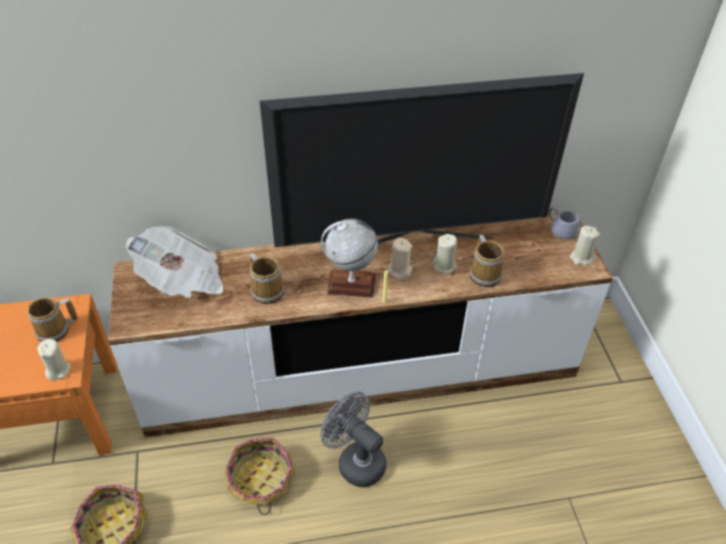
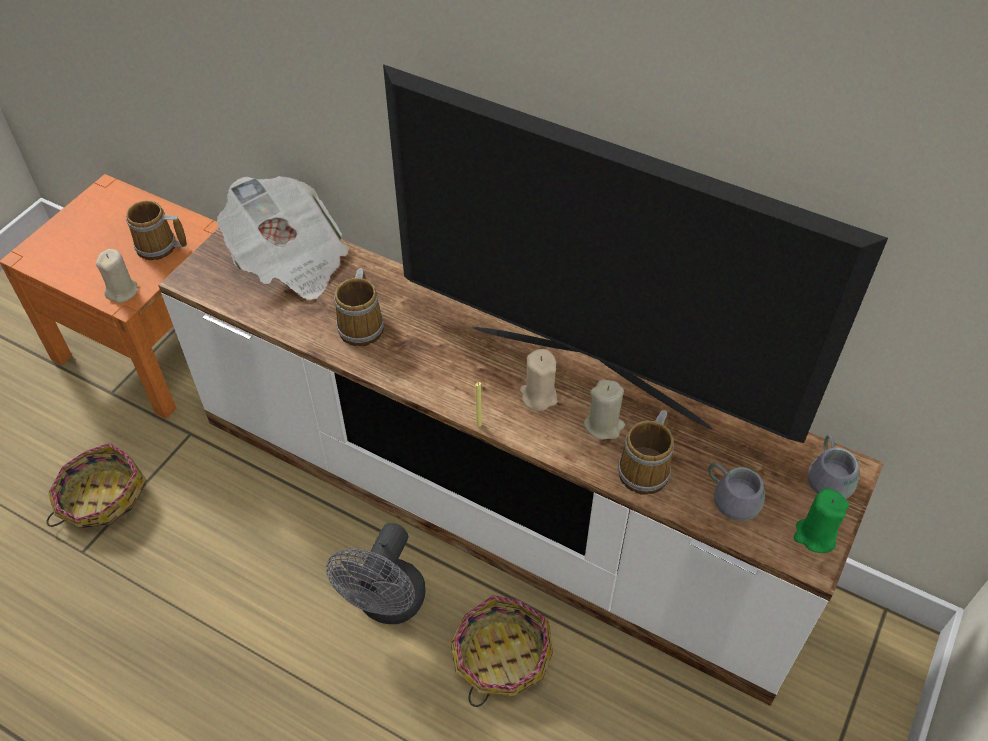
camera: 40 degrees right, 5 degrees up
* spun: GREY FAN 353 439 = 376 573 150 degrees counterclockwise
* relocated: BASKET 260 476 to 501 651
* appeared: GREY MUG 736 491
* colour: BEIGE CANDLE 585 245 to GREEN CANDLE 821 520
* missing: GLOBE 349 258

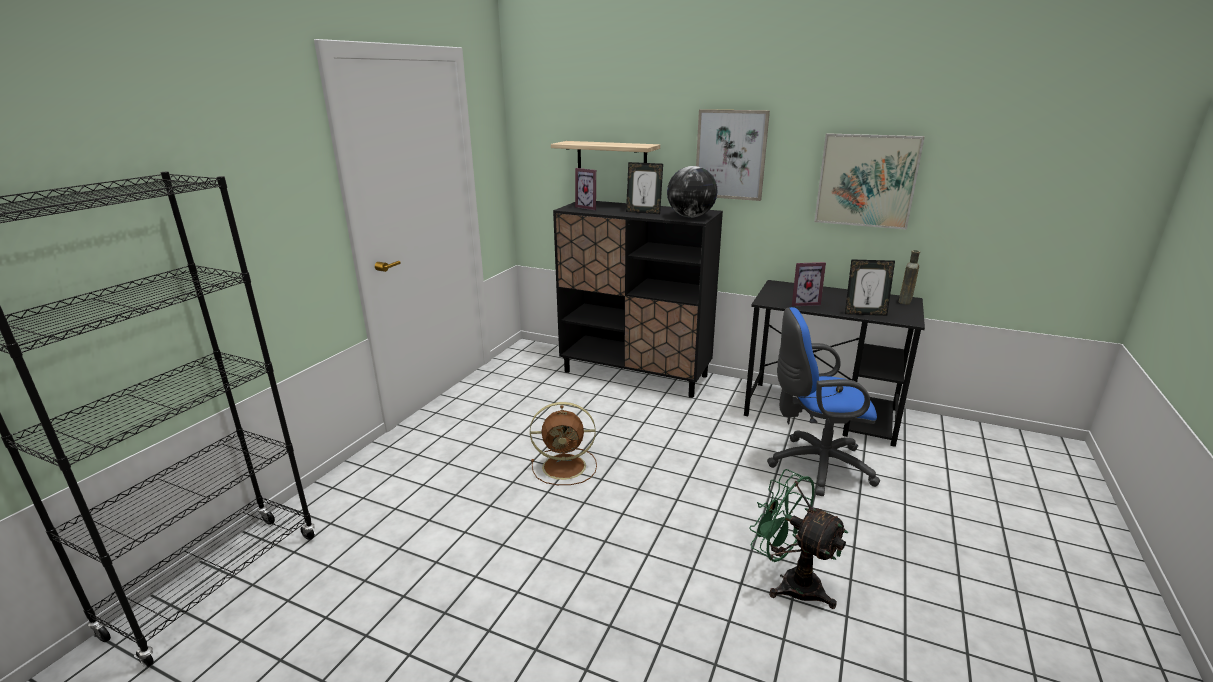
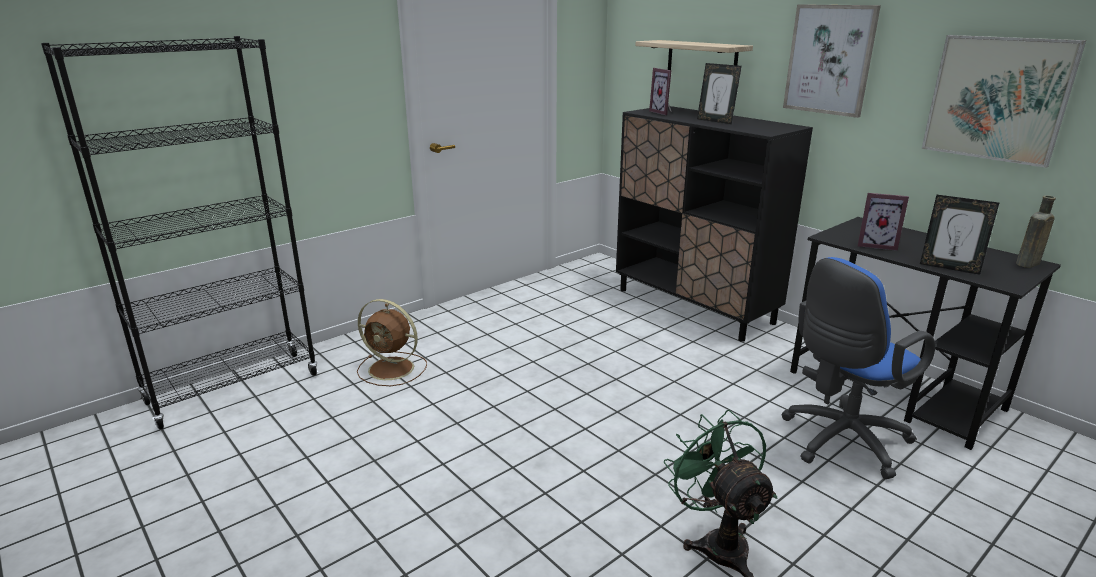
camera: 25 degrees right, 0 degrees up
* relocated: BROWN FAN 563 443 to 392 342
* spun: BLUE OFFICE CHAIR 823 401 = 858 368 60 degrees counterclockwise
* missing: GLOBE 692 192

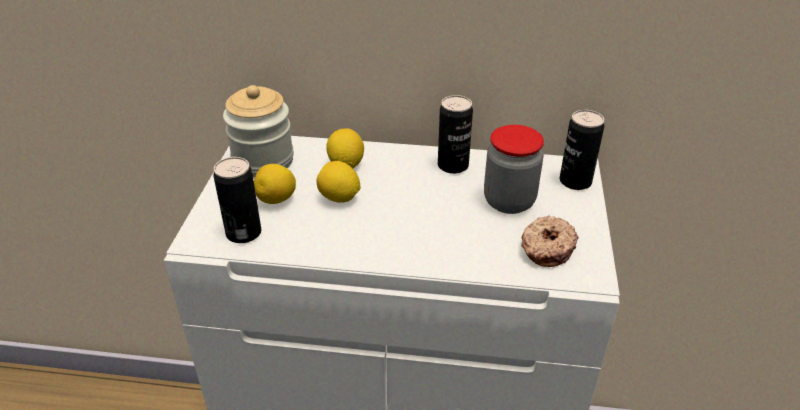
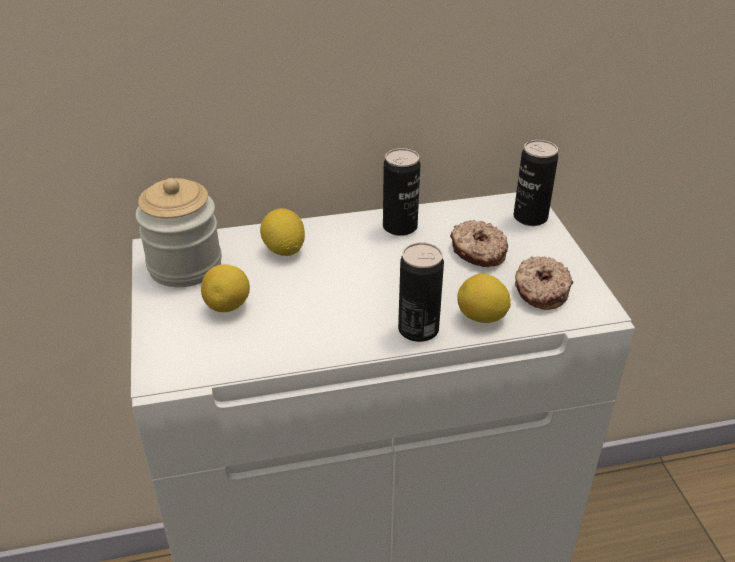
camera: 20 degrees left, 0 degrees up
* relocated: CAN 237 200 to 421 292
* exchanged: JAR 514 169 to DONUT 479 243
* relocated: LEMON 338 182 to 484 298

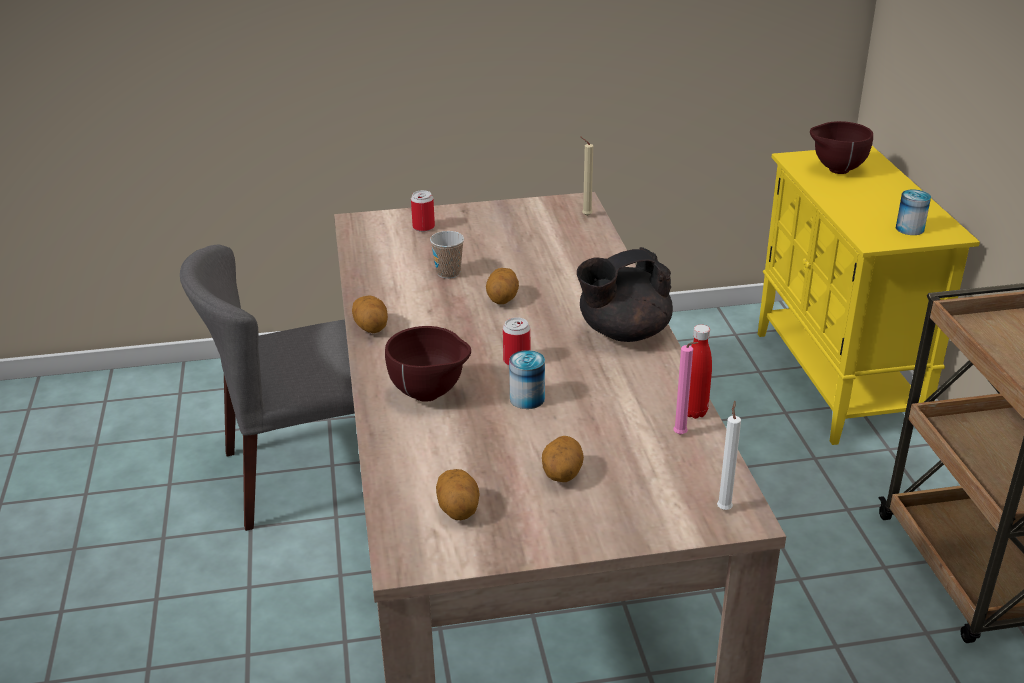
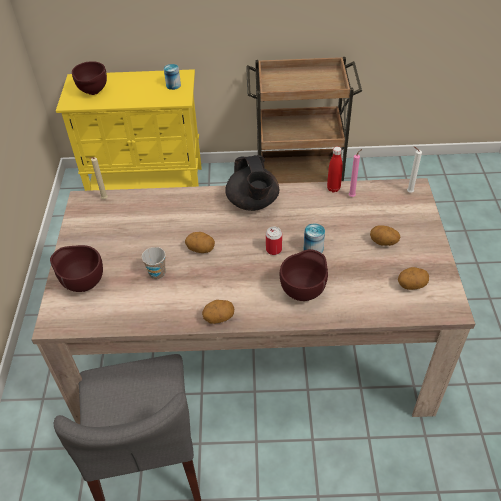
camera: 80 degrees left, 15 degrees up
* exchanged: CAN 423 211 to BROWN BOWL 76 268

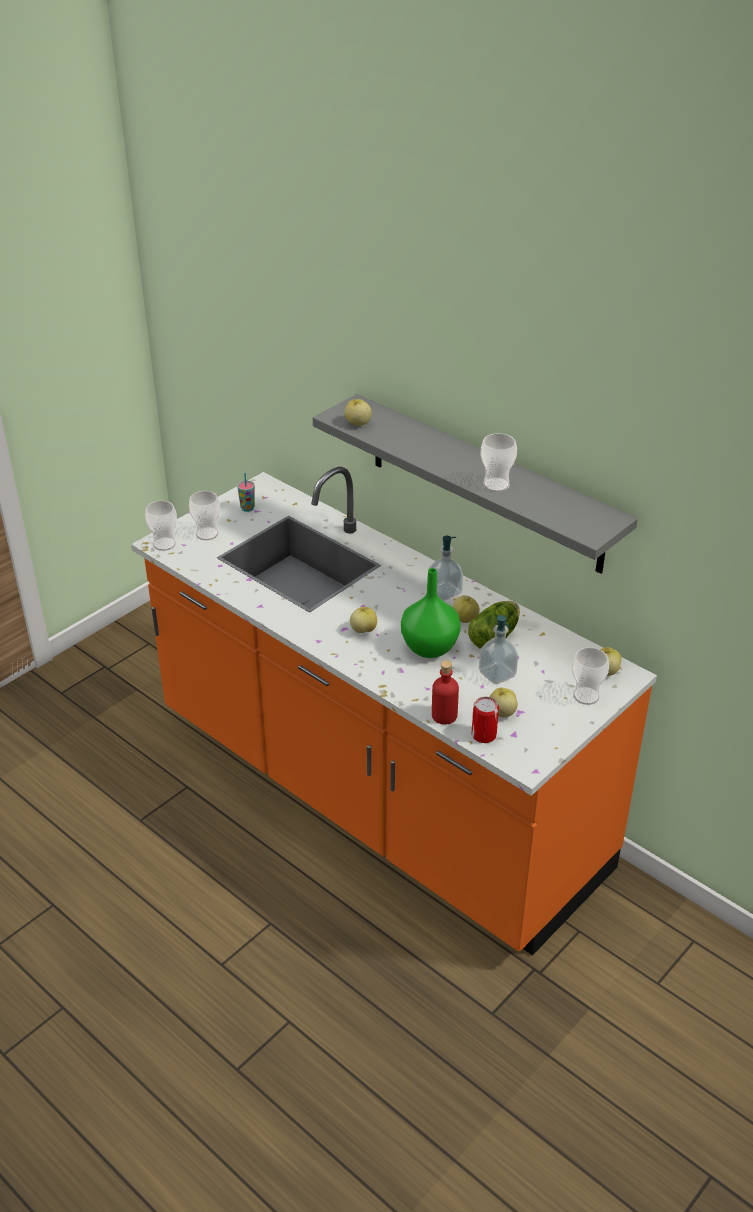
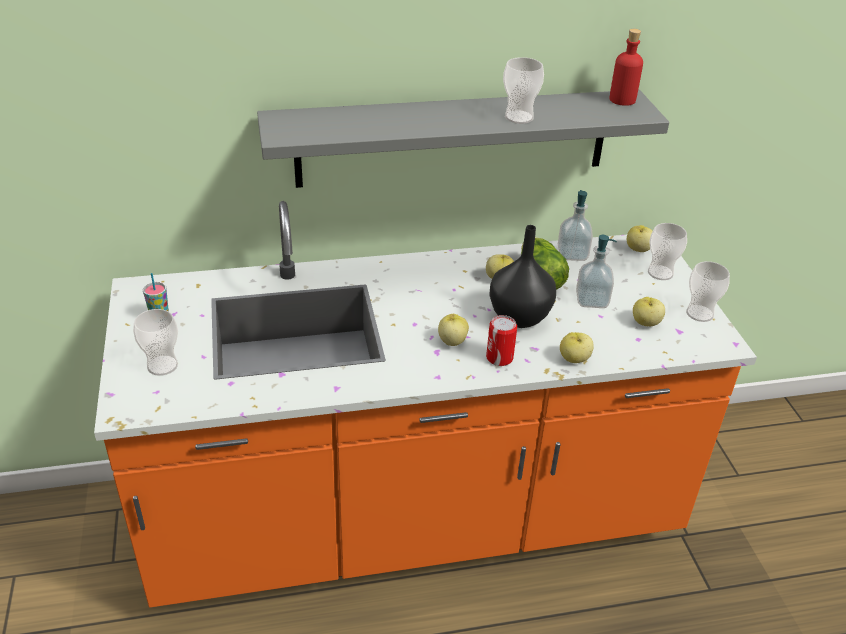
camera: 55 degrees left, 0 degrees up
* relocated: CAN 485 720 to 501 340
* colour: GREEN VASE 431 613 to BLACK VASE 522 276
* relocated: SOAP DISPENSER 445 568 to 575 225
* relocated: APPLE 358 412 to 577 347
* relocated: RED BOTTLE 445 692 to 626 67
* relocated: CUP 161 526 to 708 291

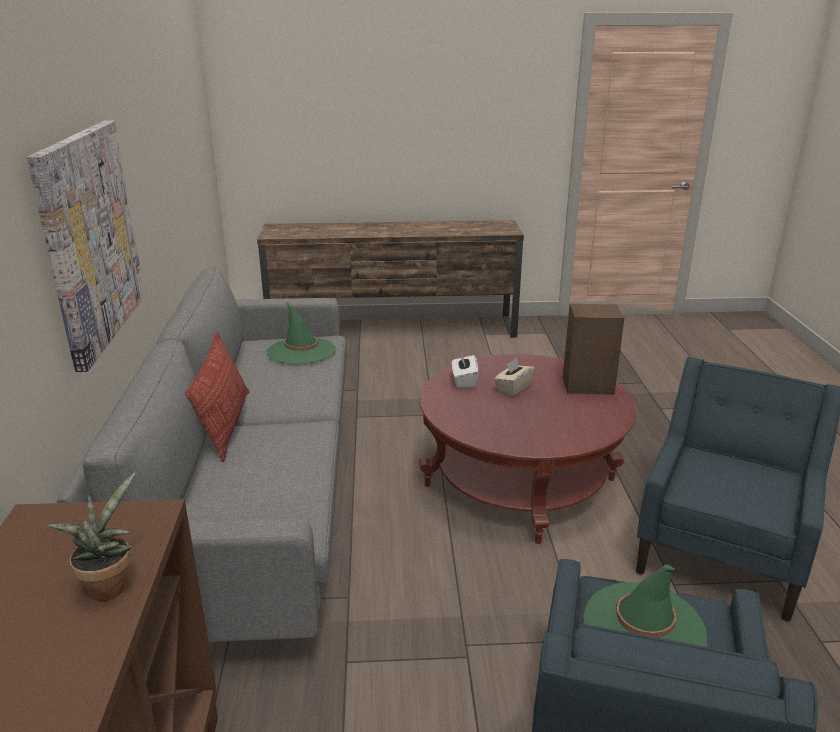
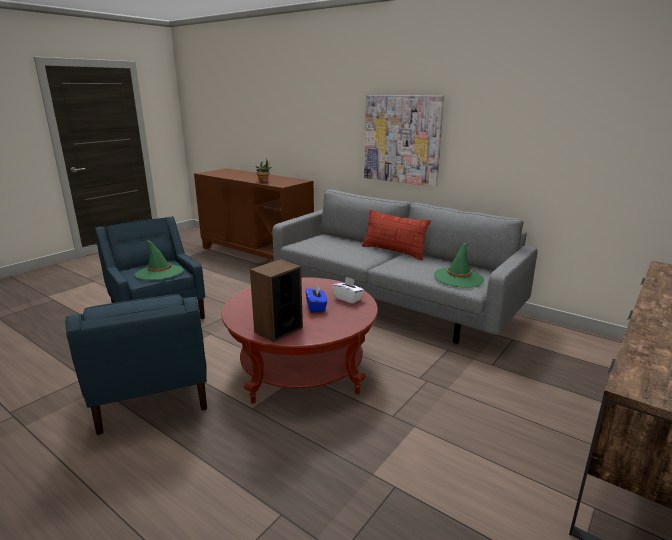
camera: 130 degrees right, 5 degrees down
* colour: BEIGE TISSUE BOX 514 377 to BLUE TISSUE BOX 316 298

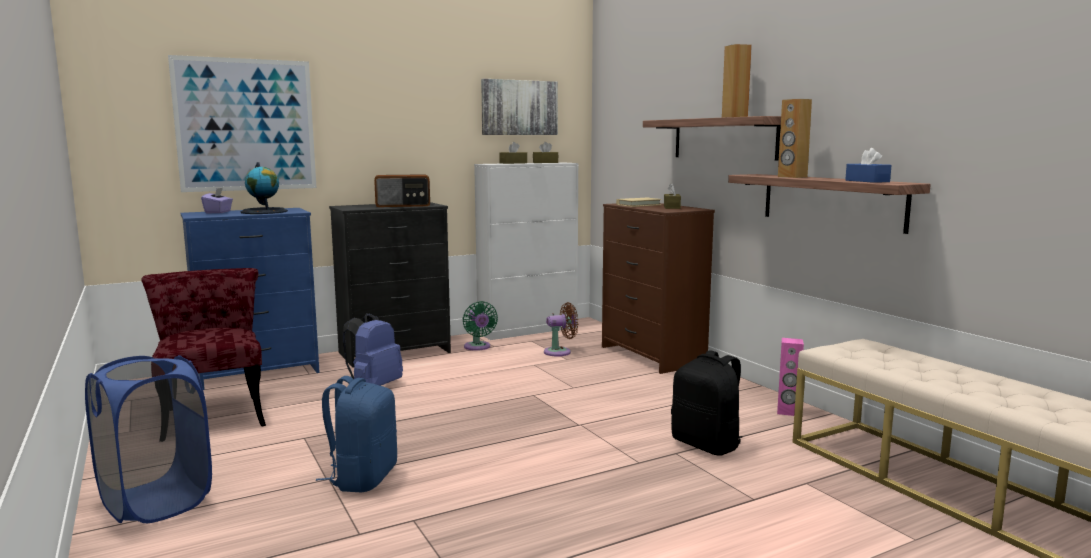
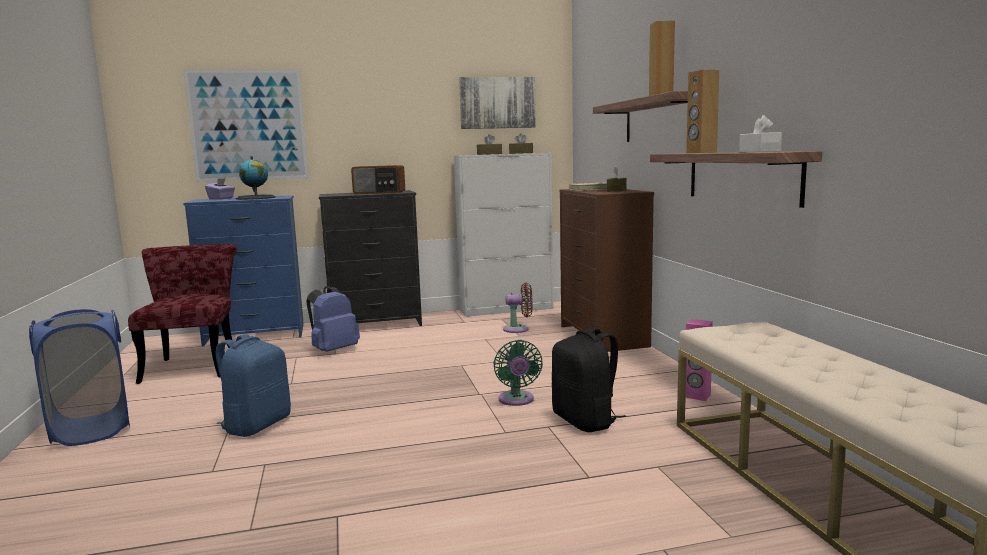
camera: 15 degrees right, 0 degrees up
* relocated: GREEN FAN 480 326 to 518 373
* colour: BLUE TISSUE BOX 868 165 to WHITE TISSUE BOX 760 133

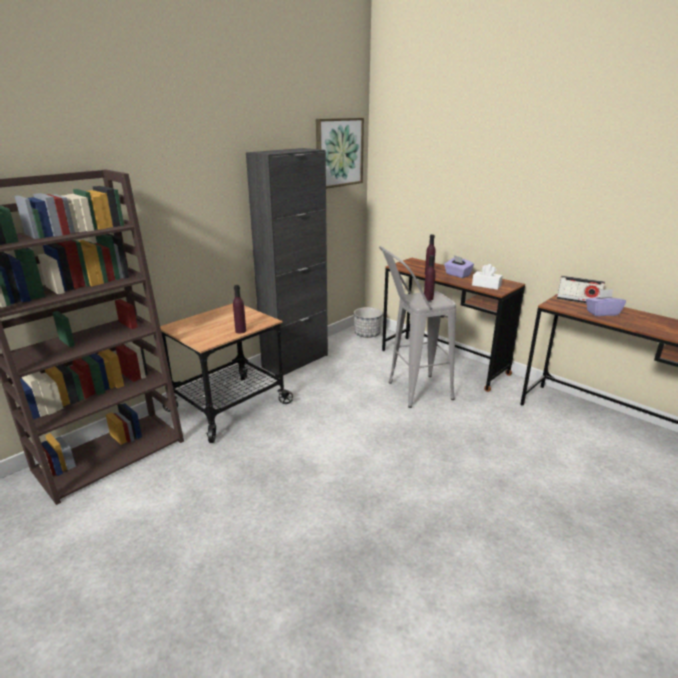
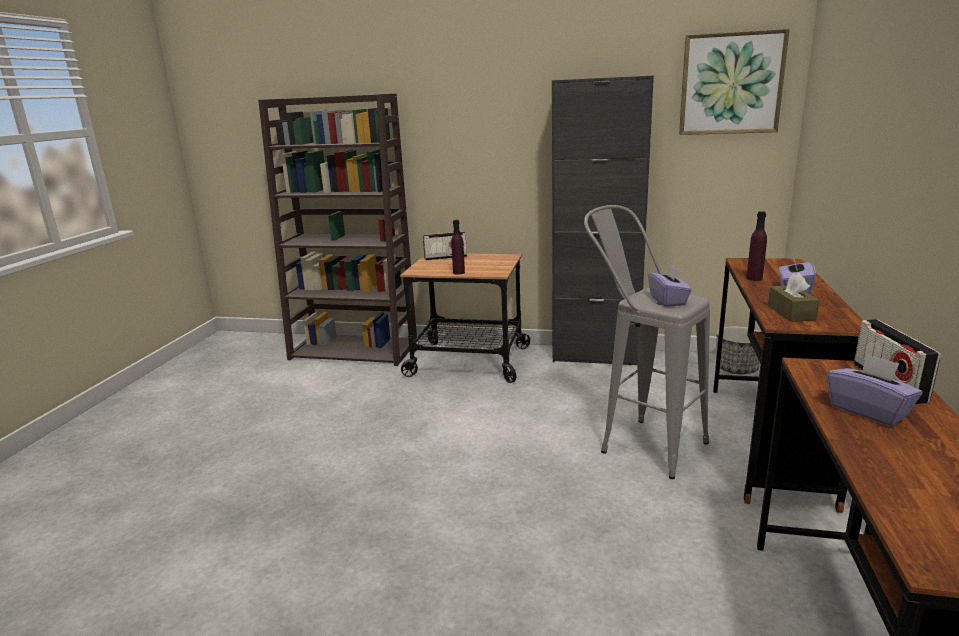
camera: 60 degrees right, 5 degrees down
* appeared: RADIO 445 246
* exchanged: PURPLE BOTTLE 430 277 to PURPLE TISSUE BOX 670 286
* colour: WHITE TISSUE BOX 487 277 to BROWN TISSUE BOX 793 297

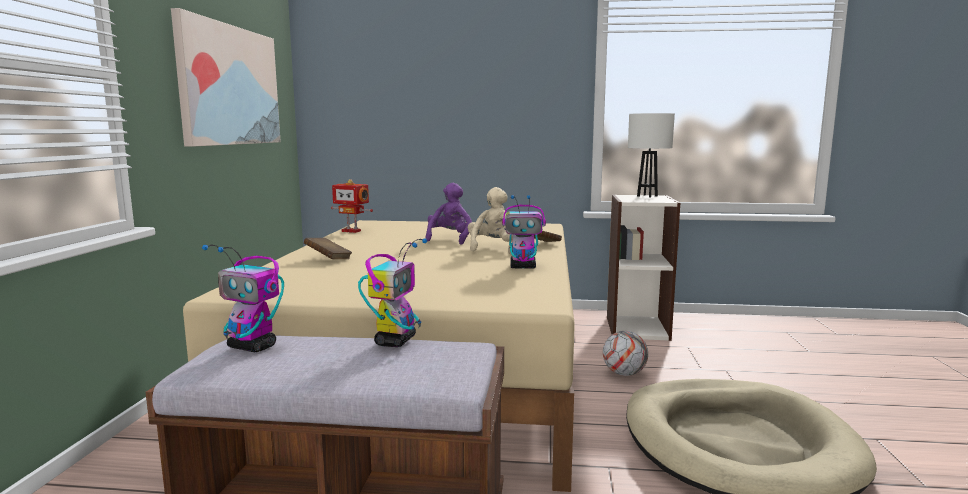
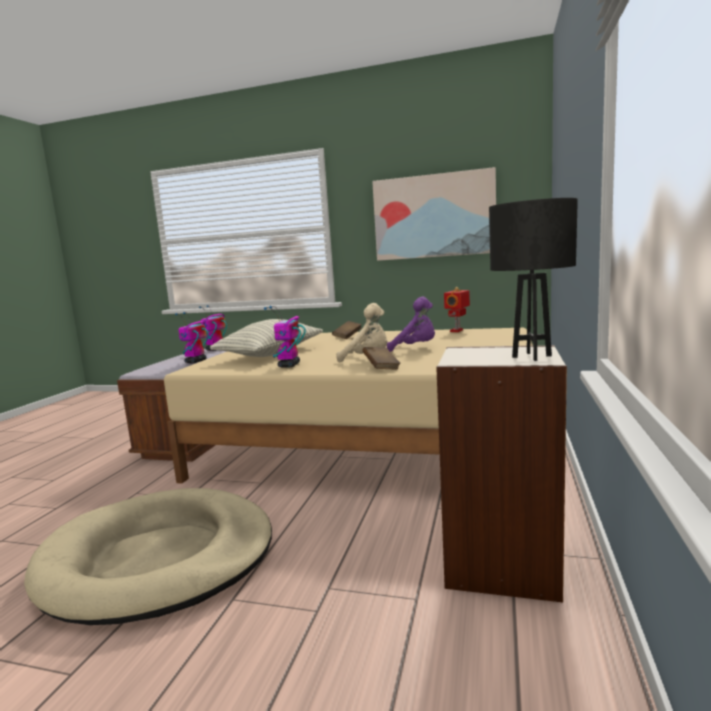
camera: 100 degrees right, 0 degrees up
* spun: TOY ROBOT 392 292 = 192 337 90 degrees clockwise
* appeared: PILLOW 266 338
* colour: WHITE TABLE LAMP 651 155 to BLACK TABLE LAMP 533 279
* missing: FOOTBALL 625 353

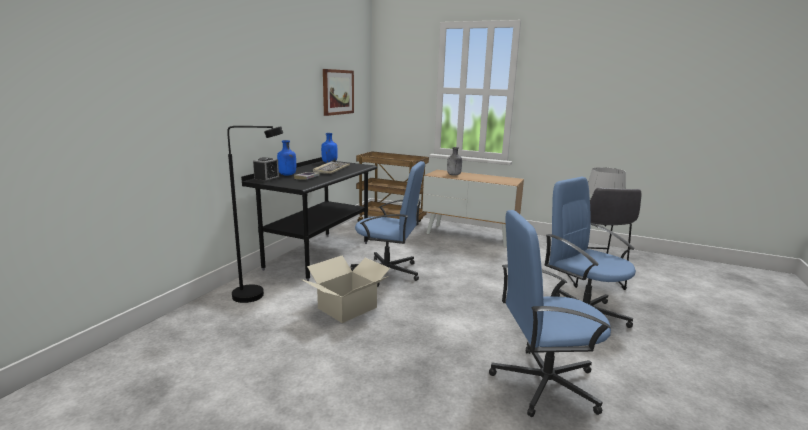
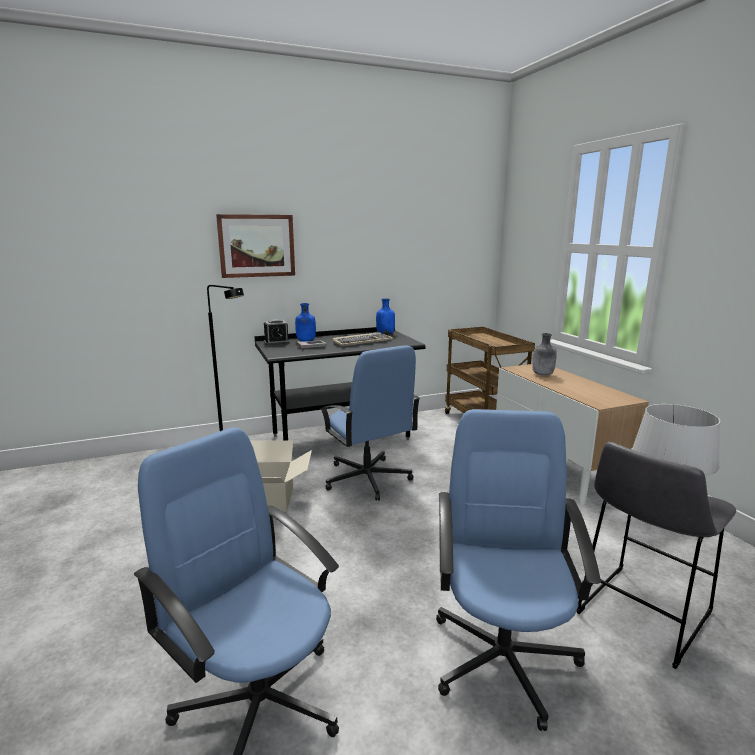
camera: 45 degrees right, 0 degrees up
* relocated: PICTURE 338 92 to 255 246

